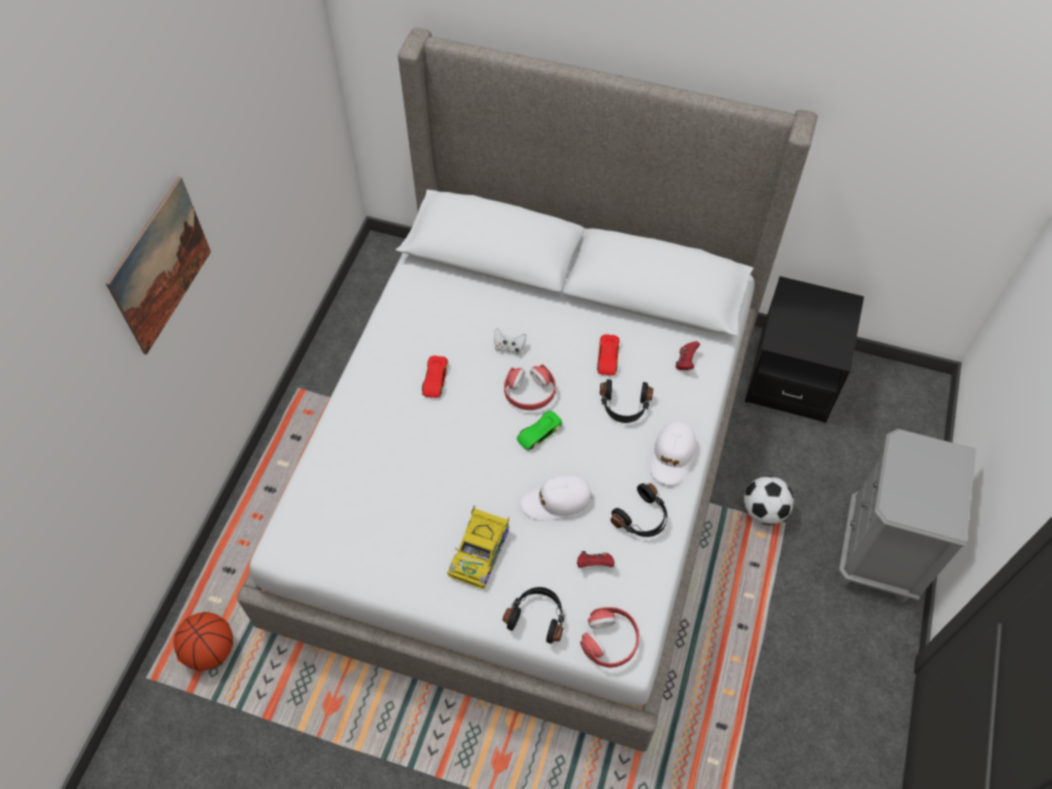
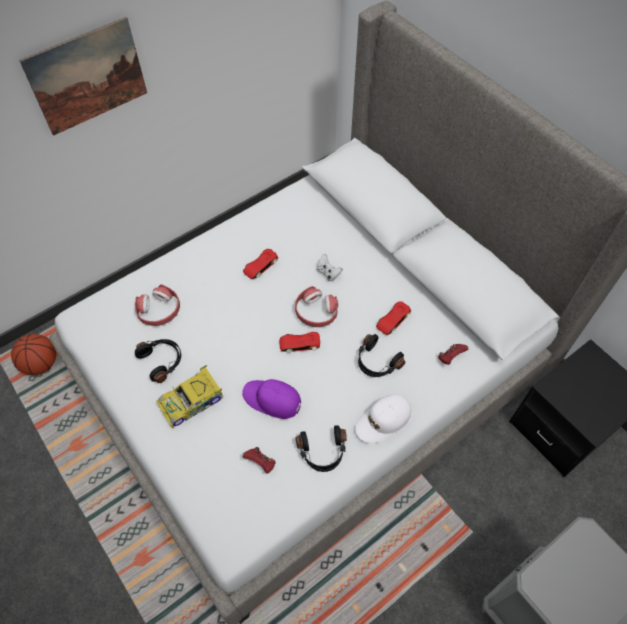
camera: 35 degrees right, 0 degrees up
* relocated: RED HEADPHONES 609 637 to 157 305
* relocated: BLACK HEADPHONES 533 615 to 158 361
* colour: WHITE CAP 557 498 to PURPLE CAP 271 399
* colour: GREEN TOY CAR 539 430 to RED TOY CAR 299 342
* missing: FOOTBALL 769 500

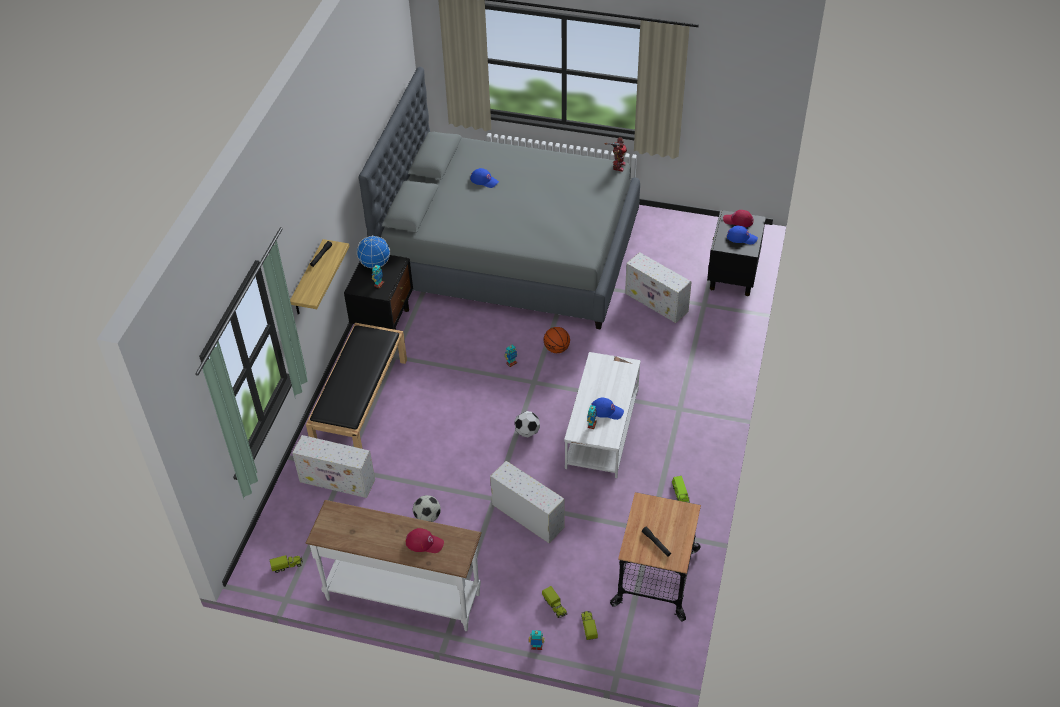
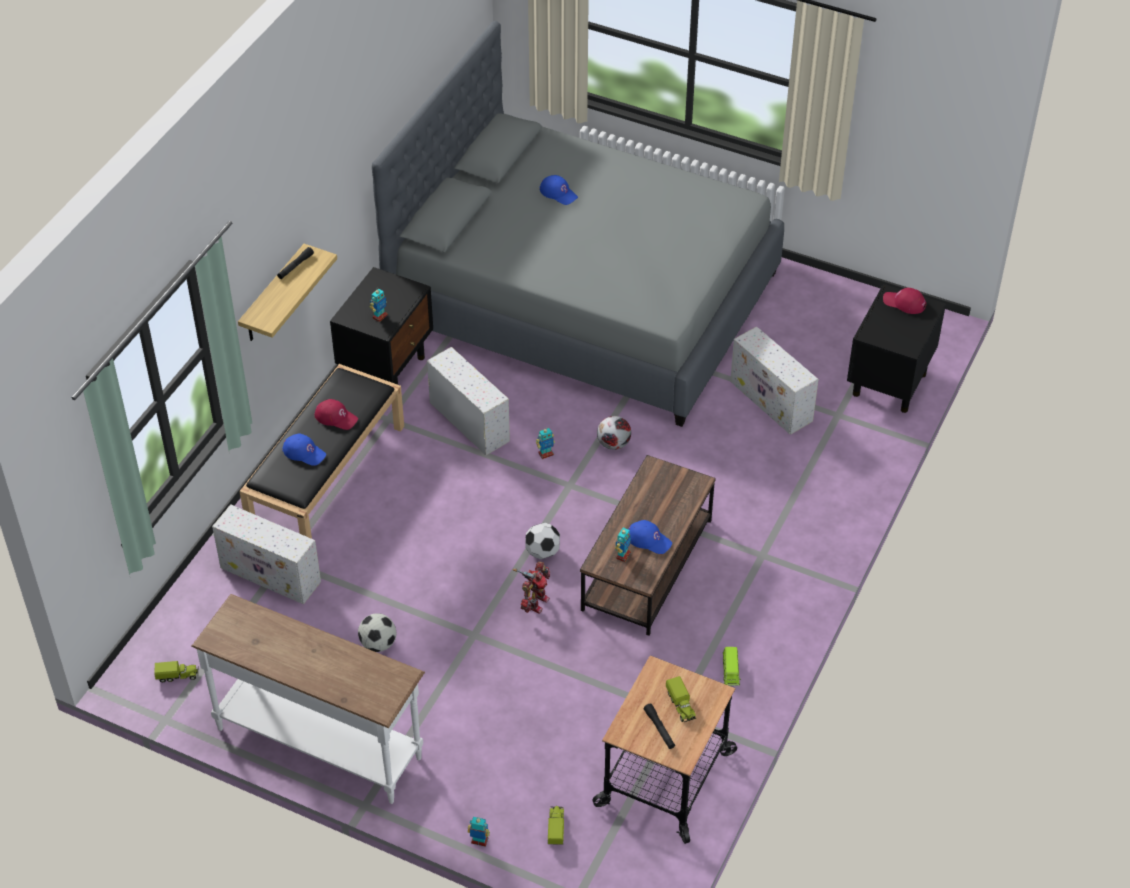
camera: 10 degrees right, 0 degrees up
* relocated: BLUE CAP 742 235 to 304 450
* relocated: RED CAP 425 540 to 336 414
* relocated: WHITE STORAGE BOX 527 502 to 468 401
* relocated: TOY ROBOT 616 154 to 531 588
* colour: WHITE COFFEE TABLE 602 415 to BROWN COFFEE TABLE 648 545
* exchanged: BASKETBALL 557 340 to FOOTBALL 614 433
* relocated: TOY TRUCK 554 602 to 681 699
* missing: GLOBE 373 252

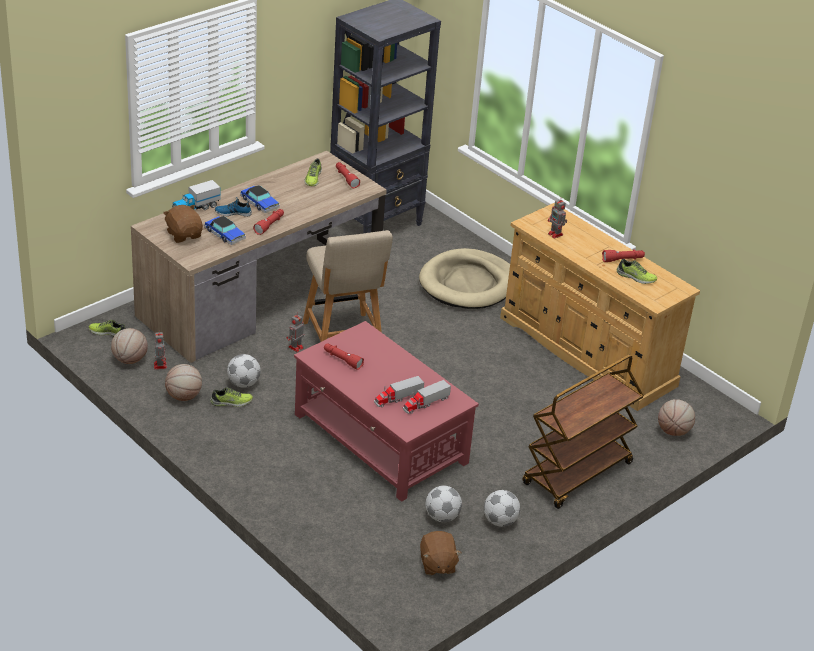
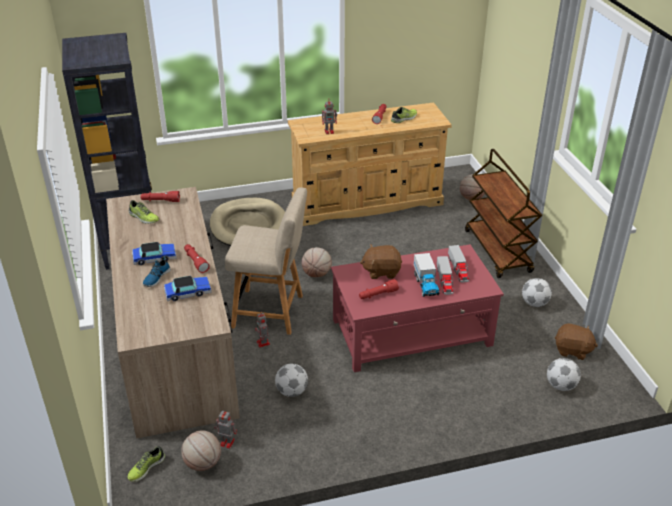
camera: 60 degrees left, 0 degrees up
* relocated: BASKETBALL 183 382 to 316 262
* relocated: BROWN PLUSH TOY 183 224 to 381 261
* relocated: TOY TRUCK 196 195 to 426 275
* relocated: FOOTBALL 443 504 to 564 374
* missing: SHOE 231 397

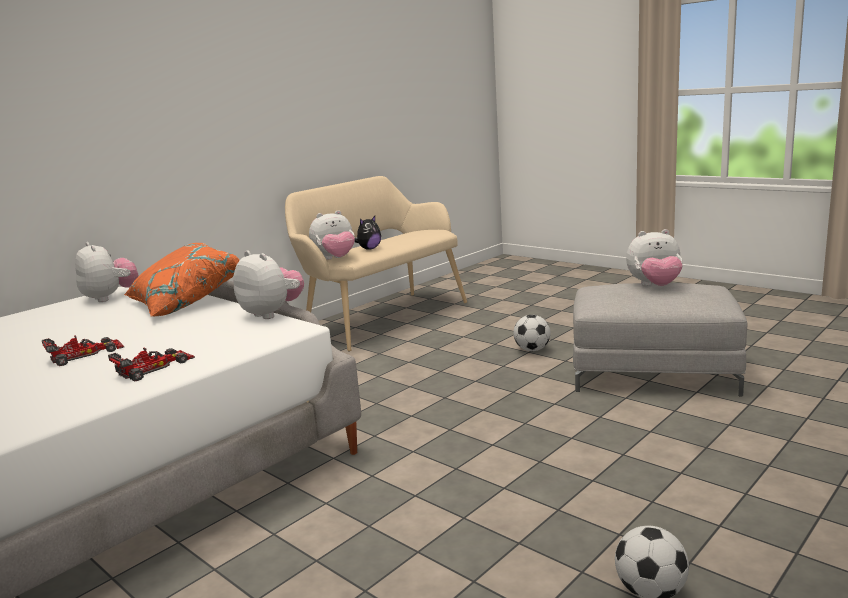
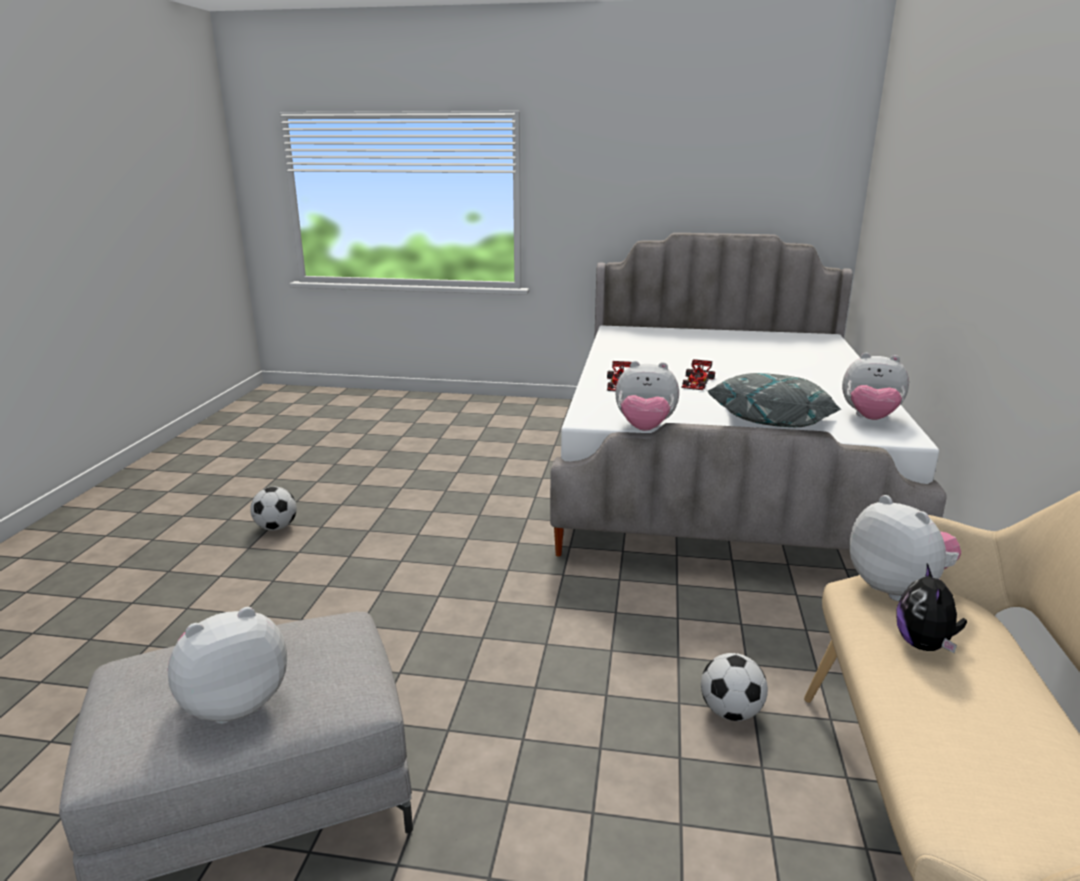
camera: 145 degrees right, 5 degrees up
* relocated: FOOTBALL 532 333 to 734 687
* colour: ORANGE PILLOW 182 280 to GREY PILLOW 774 400
* spun: PLUSH TOY 332 235 = 905 548 120 degrees clockwise

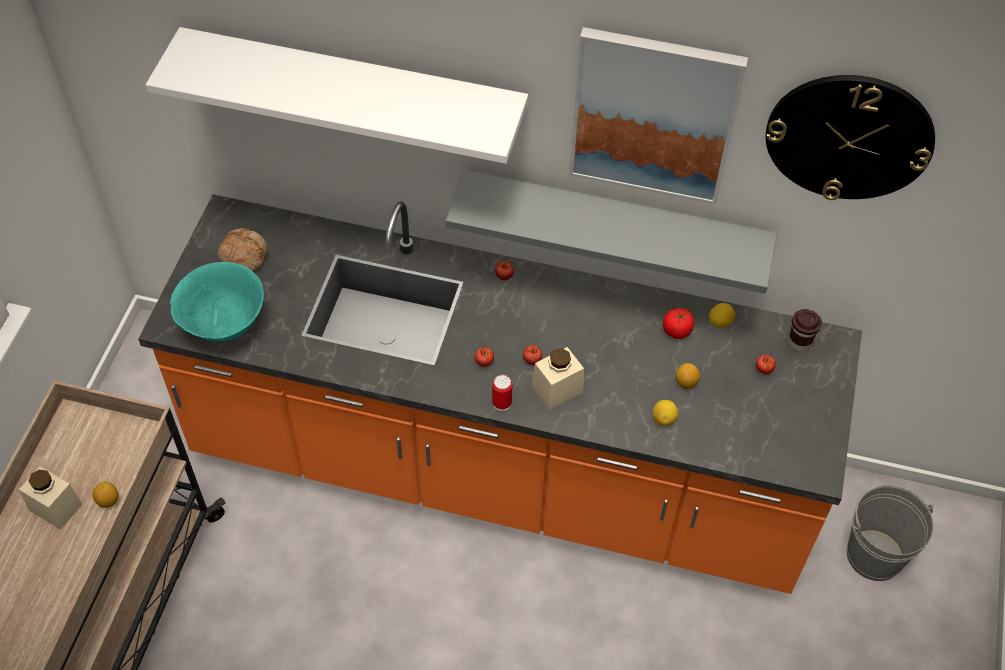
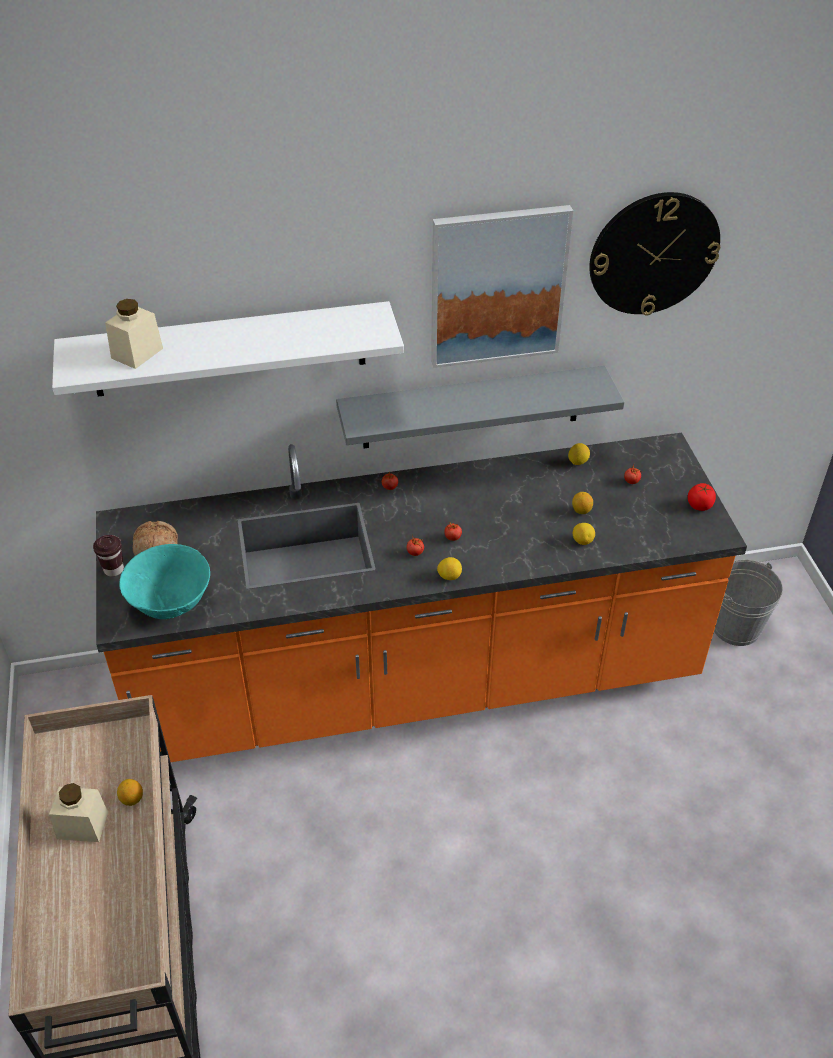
camera: 25 degrees left, 10 degrees down
* relocated: BROWN CUP 805 330 to 108 555
* relocated: BEIGE JAR 558 378 to 134 334
* exchanged: CAN 502 393 to LEMON 449 568
* relocated: TOMATO 678 323 to 702 497

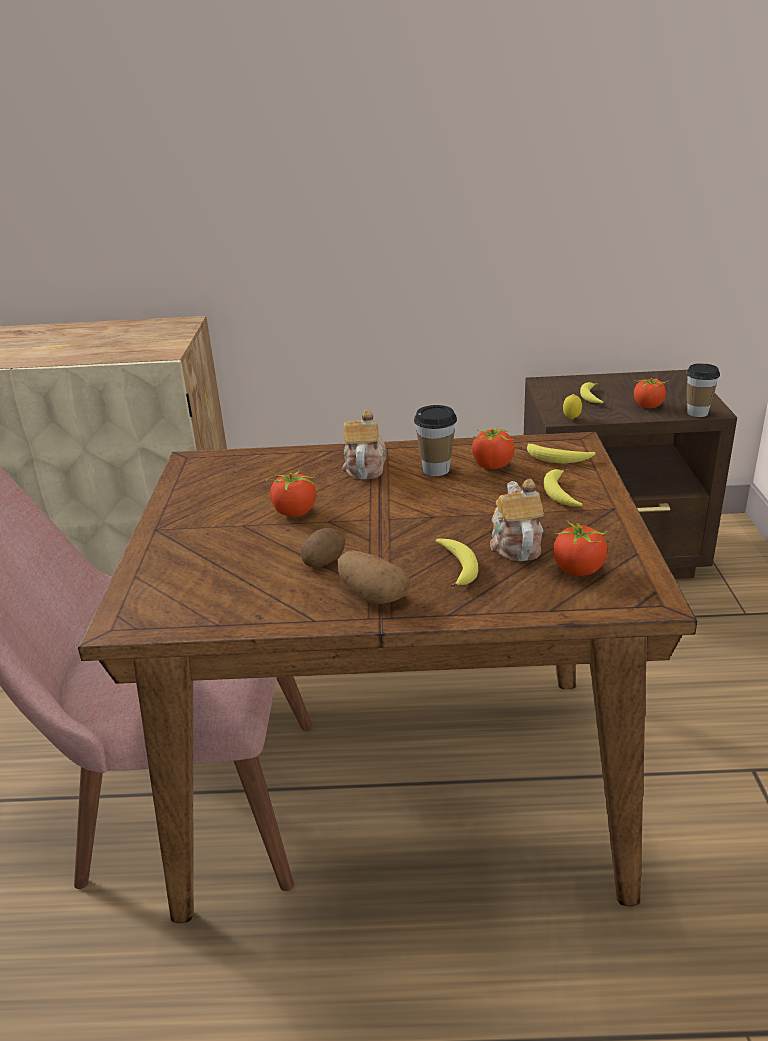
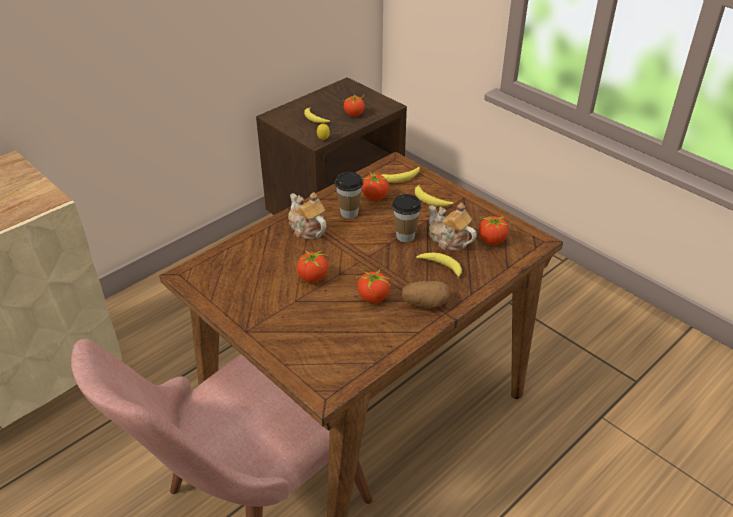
camera: 45 degrees left, 10 degrees up
* exchanged: POTATO 323 547 to TOMATO 373 285
* relocated: CUP 703 390 to 407 218

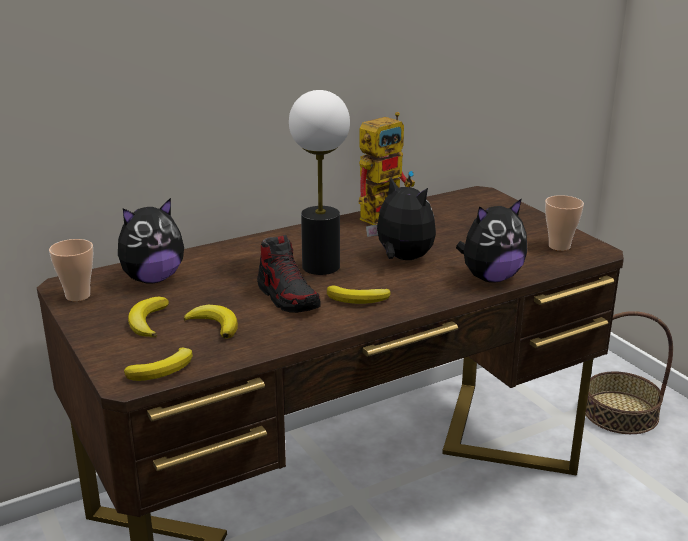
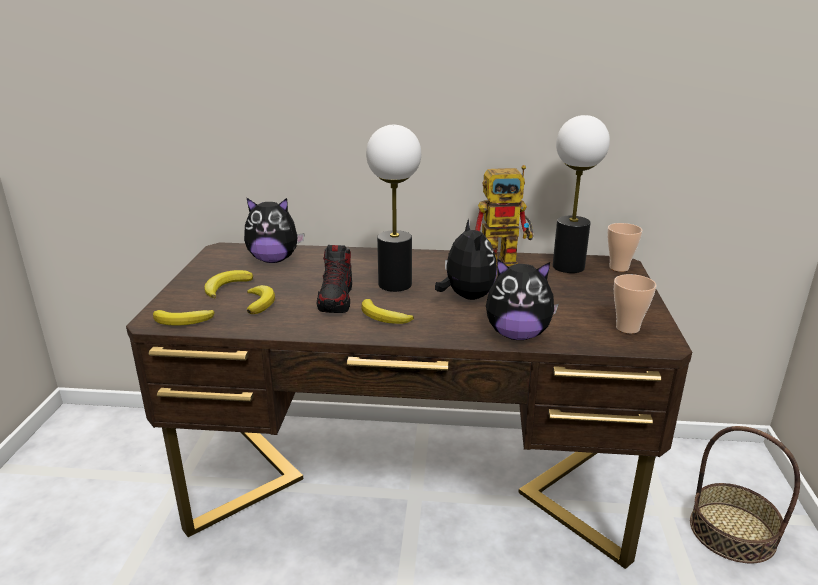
camera: 35 degrees right, 0 degrees up
* appeared: TABLE LAMP 581 194
* relocated: CUP 71 270 to 625 247

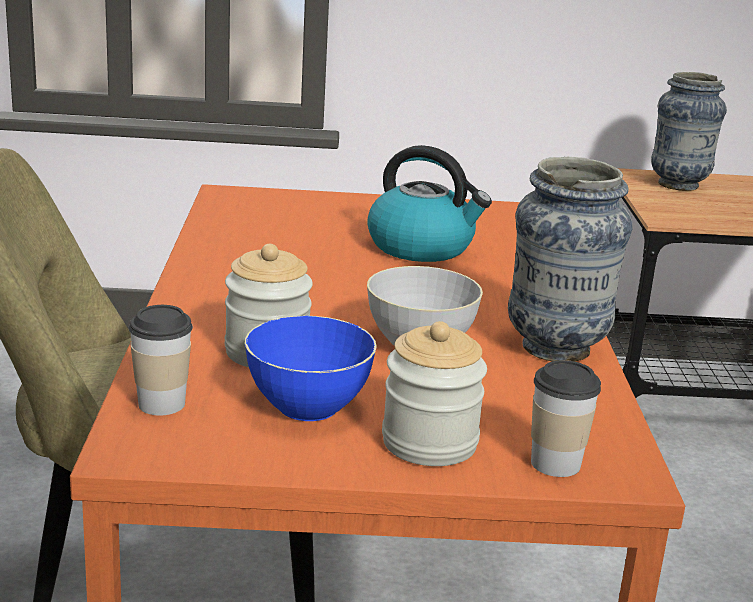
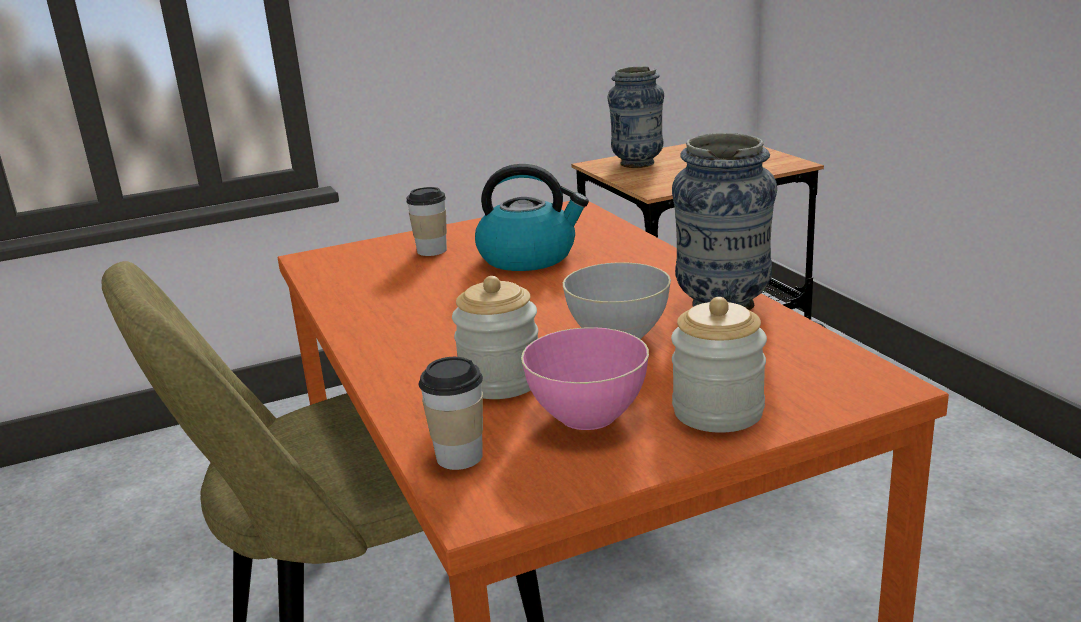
camera: 20 degrees left, 0 degrees up
* relocated: CUP 566 418 to 426 221
* colour: BLUE BOWL 311 368 to PINK BOWL 585 378

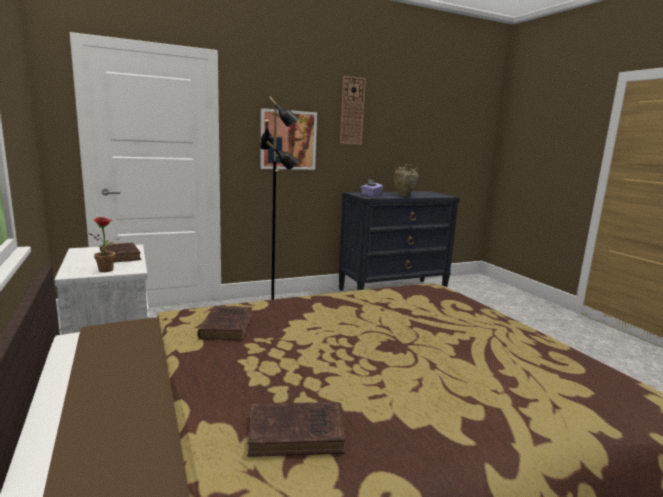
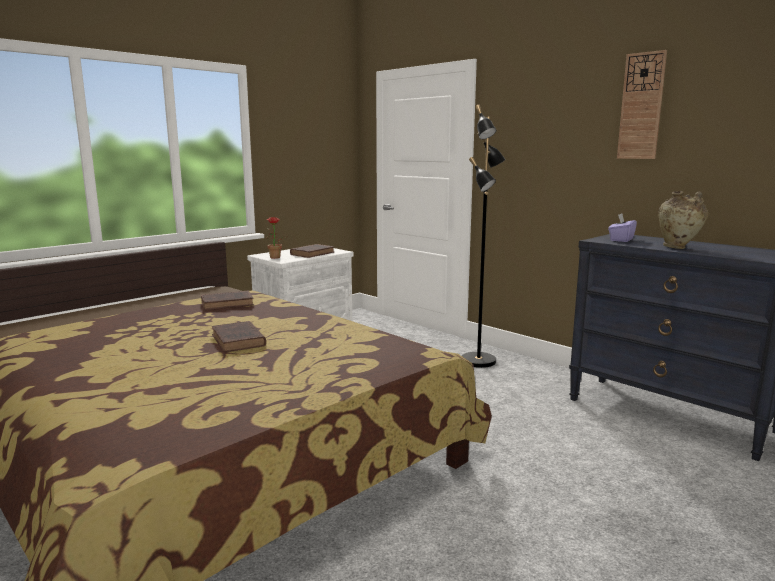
camera: 70 degrees right, 0 degrees up
* relocated: BROWN BOOK 296 429 to 239 336
* missing: PICTURE 288 139

